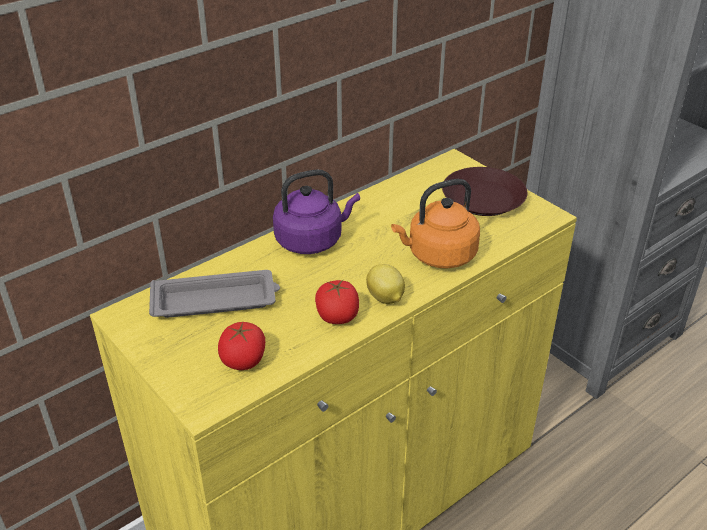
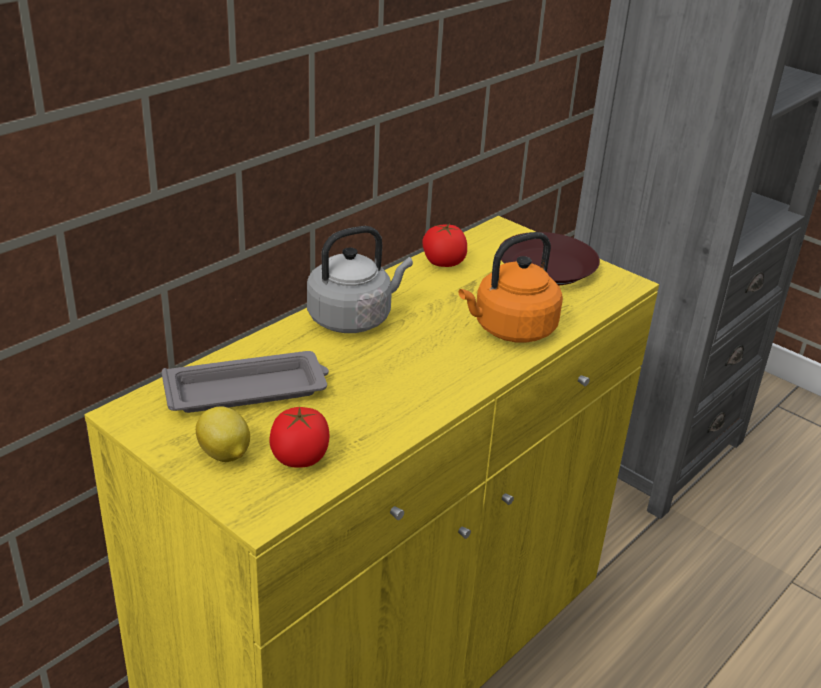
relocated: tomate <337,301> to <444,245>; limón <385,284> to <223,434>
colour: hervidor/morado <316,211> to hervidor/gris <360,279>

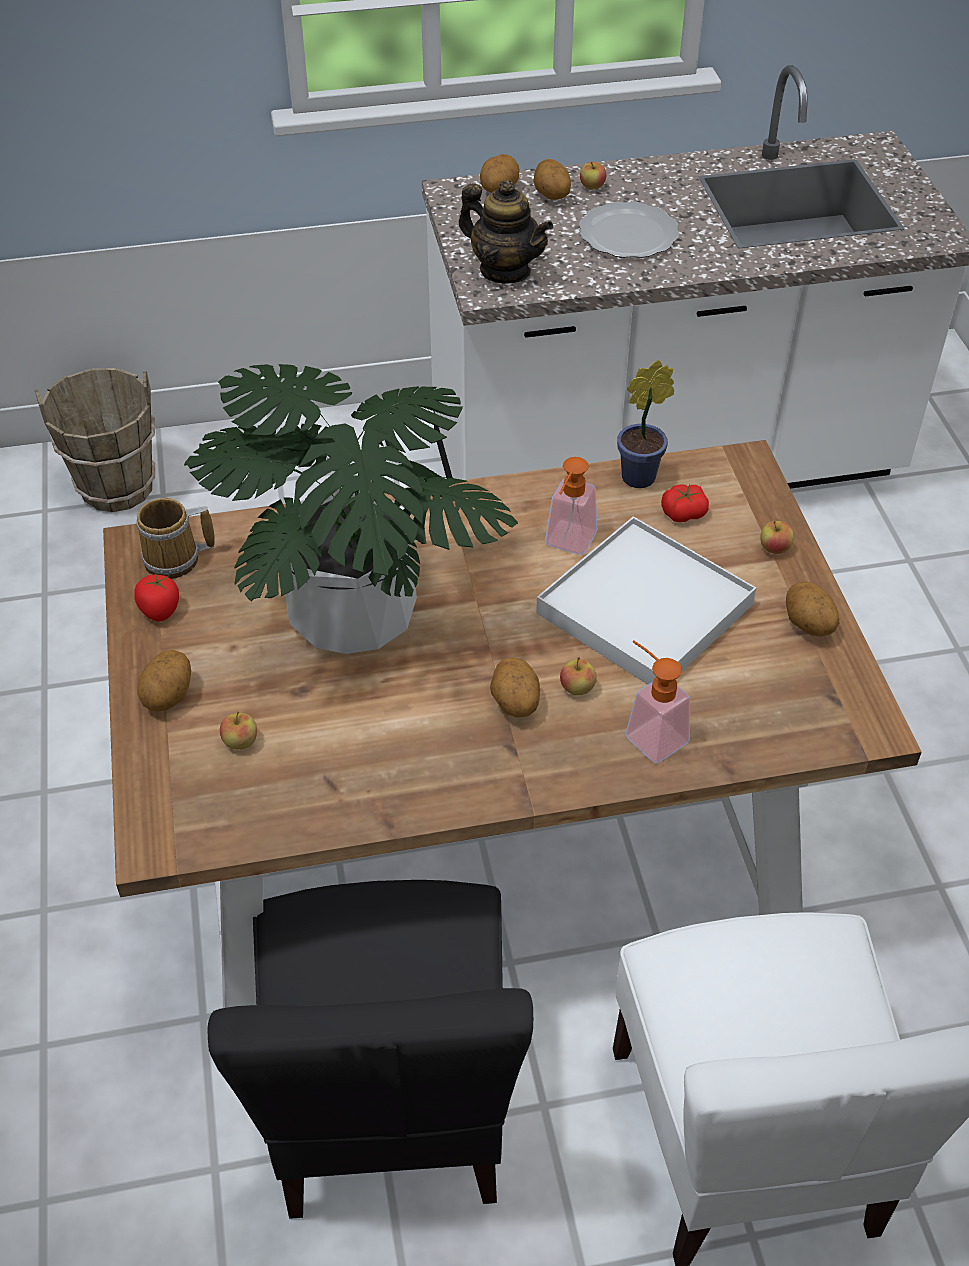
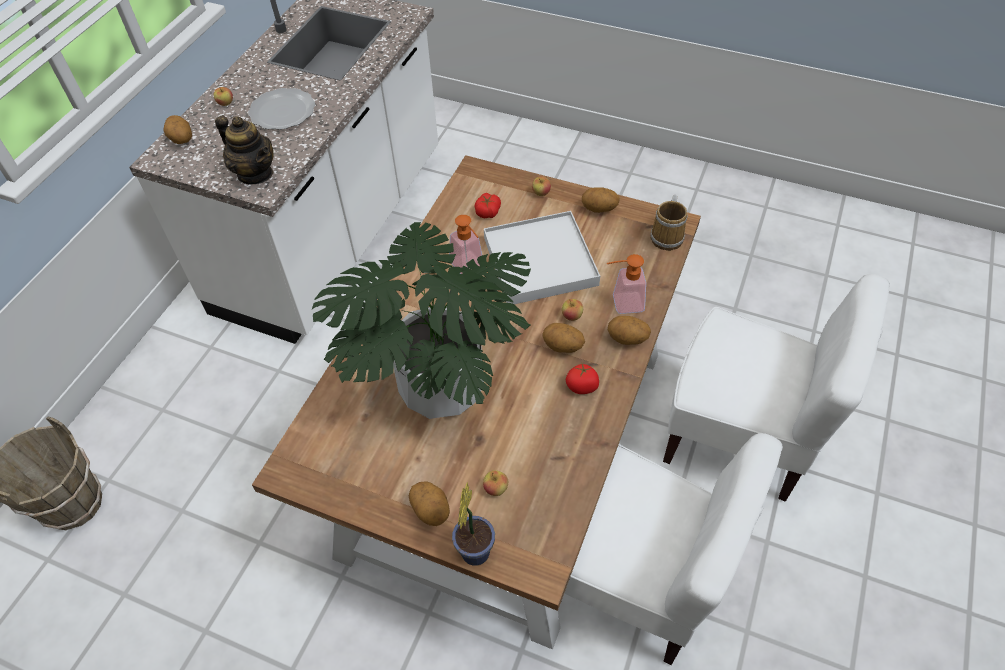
relocated: tomate <156,598> to <582,378>; taza grande <176,538> to <669,223>; patata <552,179> to <629,330>; planta en maceta <645,424> to <473,524>
colour: silla/negro <370,1049> to silla/blanco <673,549>
spun: tetera <506,232> = <244,150> 60 degrees clockwise

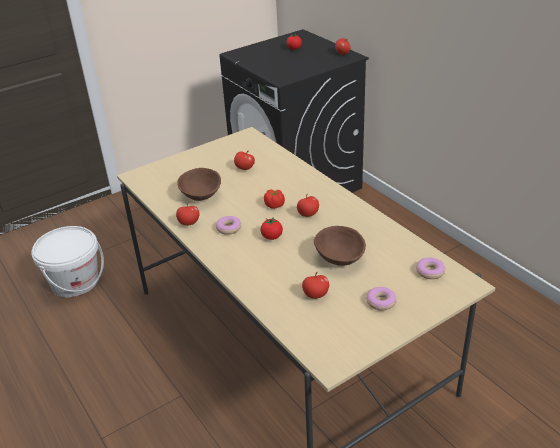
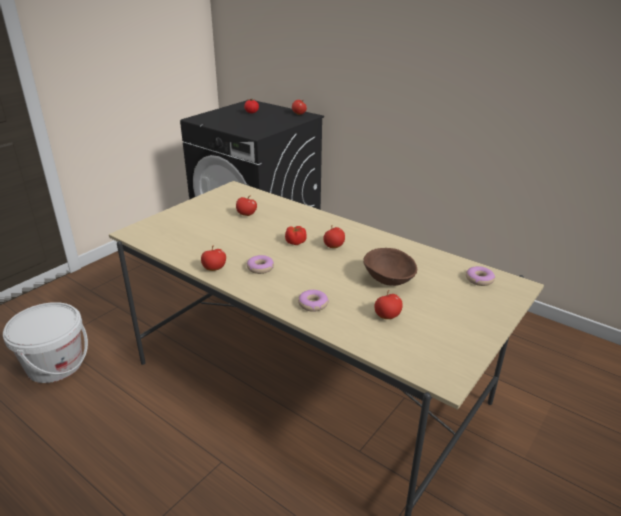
missing: cuenco/marrón <199,184>; tomate <271,228>
relocated: rosquilla <381,299> to <313,301>

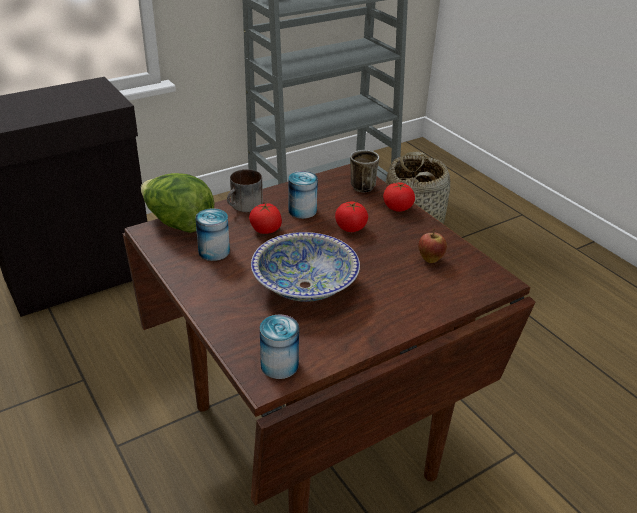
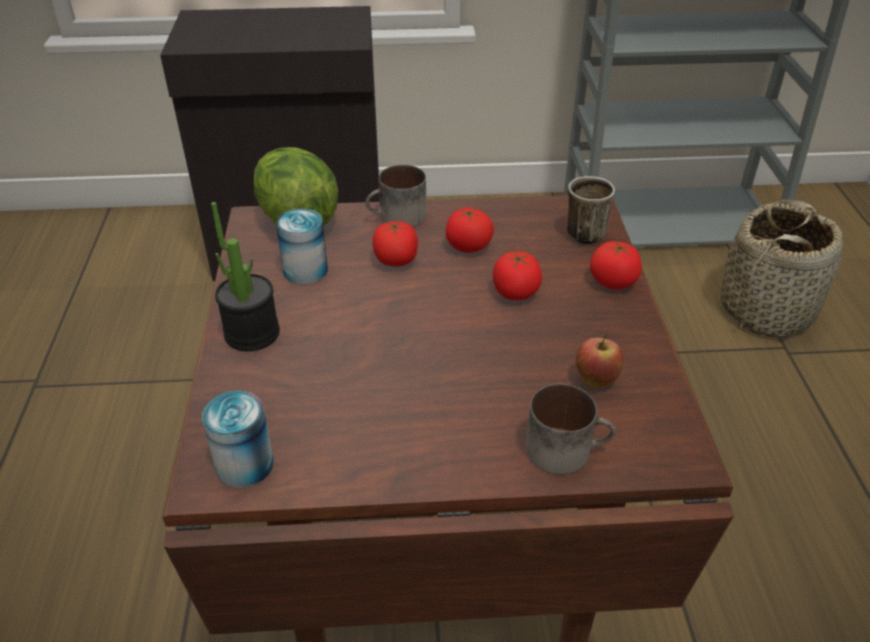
missing: cuenco <305,267>
appeared: planta en maceta <245,276>; taza grande <571,429>
exchanged: lata <303,195> to tomate <470,230>

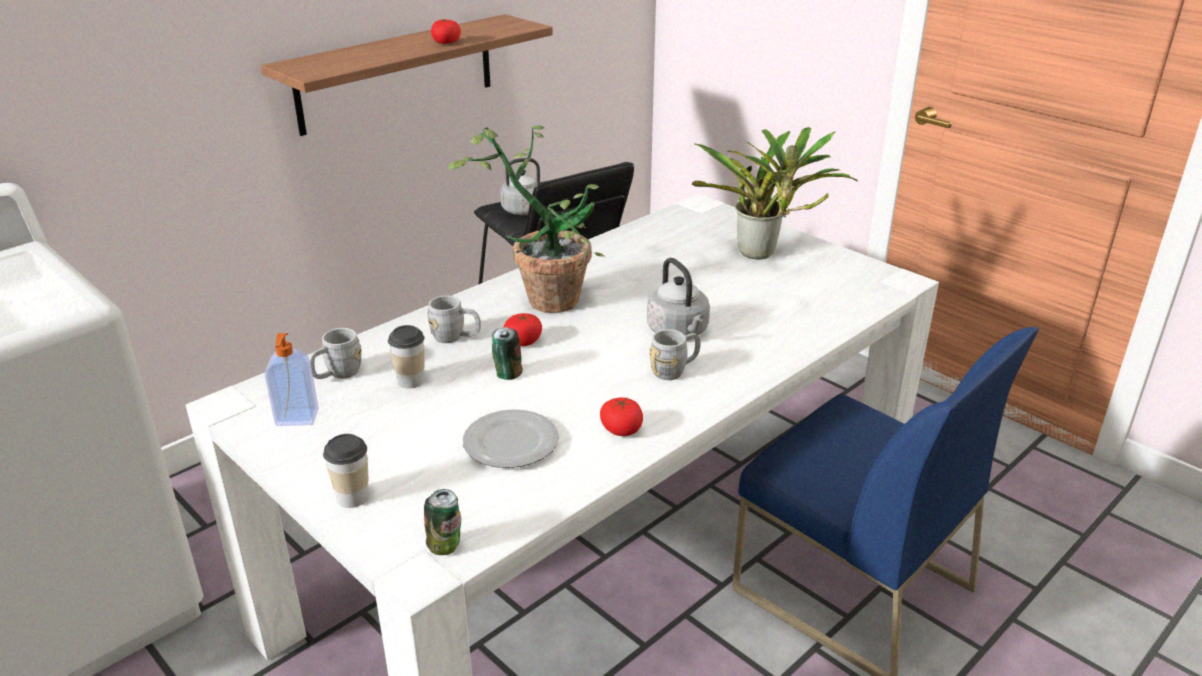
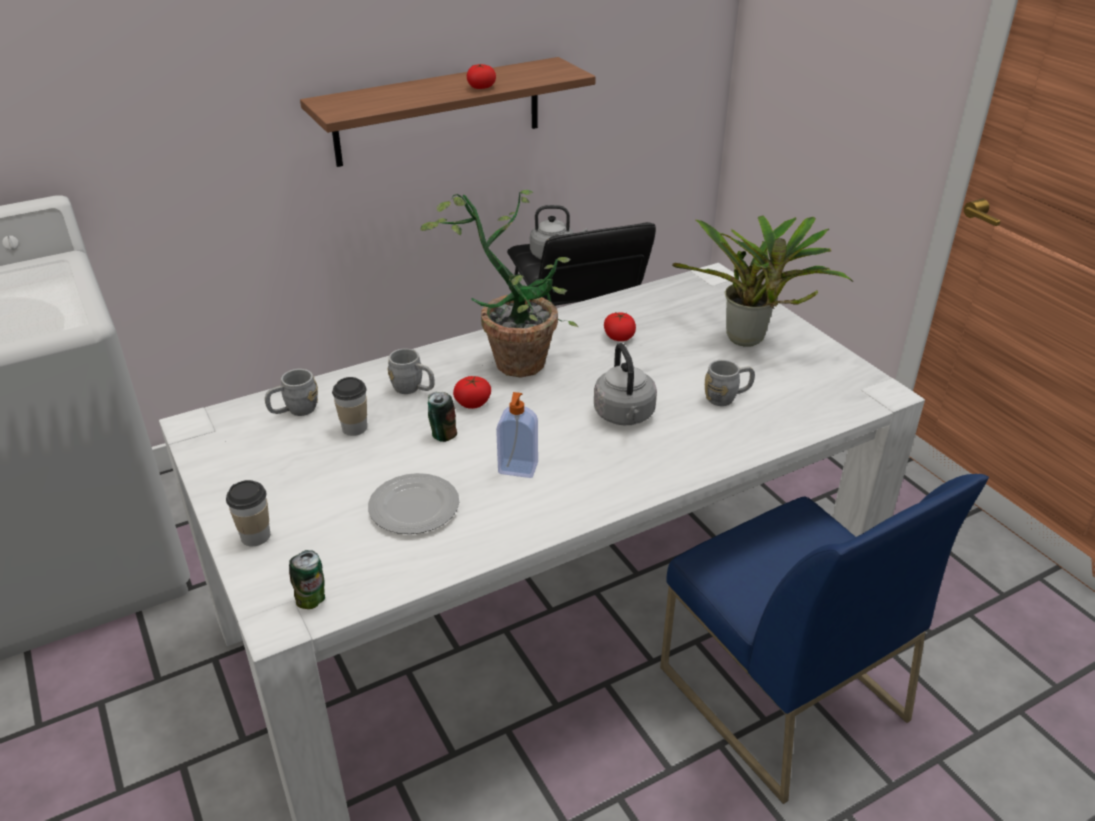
relocated: dispensador de jabón <292,379> to <517,435>; tomate <621,416> to <620,326>; taza grande/gris <675,354> to <730,383>

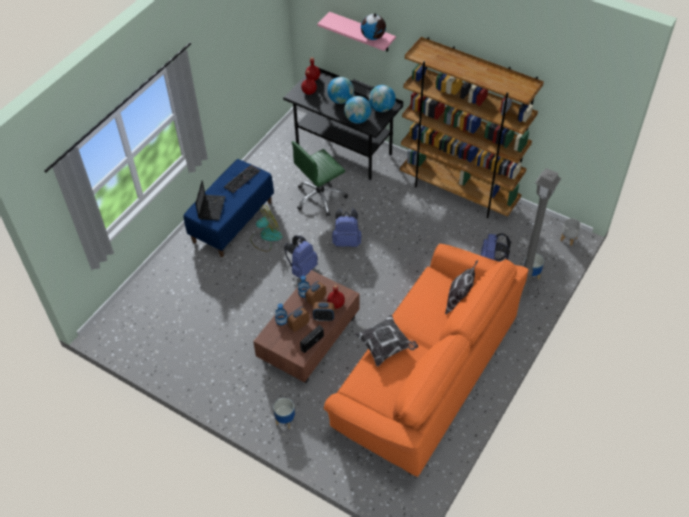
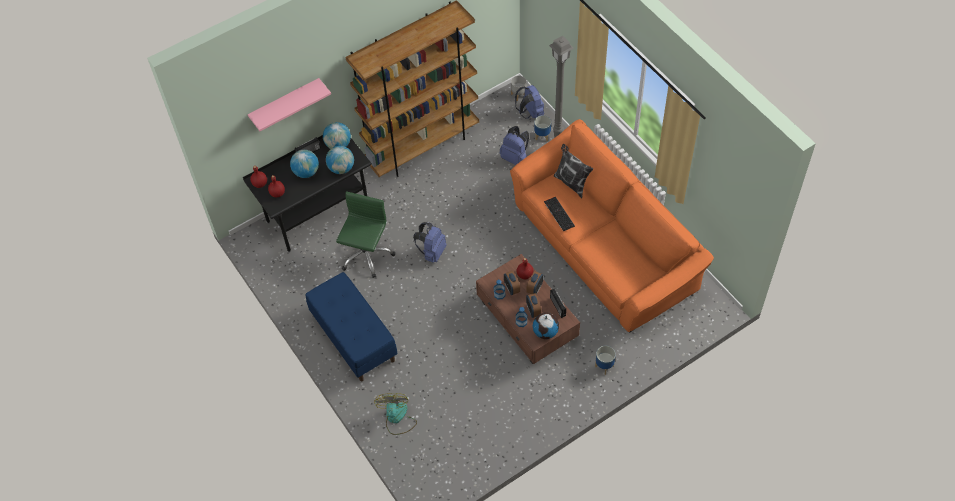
missing: portátil <210,200>; cojín <386,341>
relocated: teclado <242,179> to <559,214>; ventilador <266,228> to <395,414>; mochila/azul <301,256> to <529,102>; globo terráqueo <373,26> to <546,326>
spun: silla de oficina/verde <320,179> = <365,234> 150 degrees counterclockwise

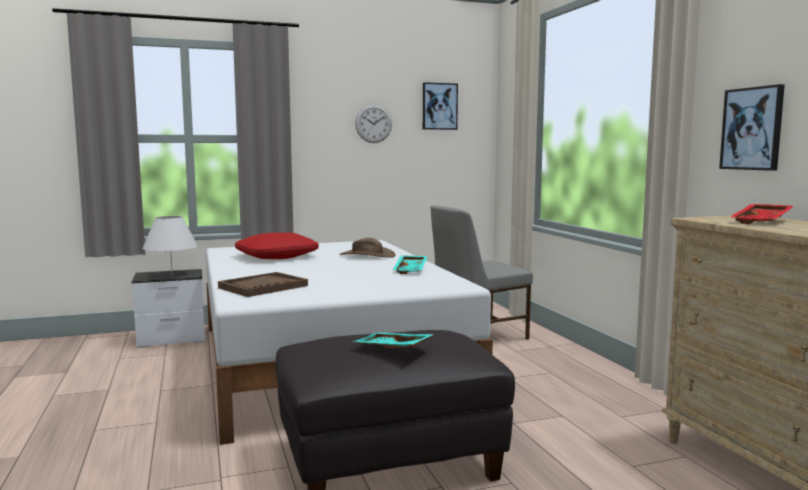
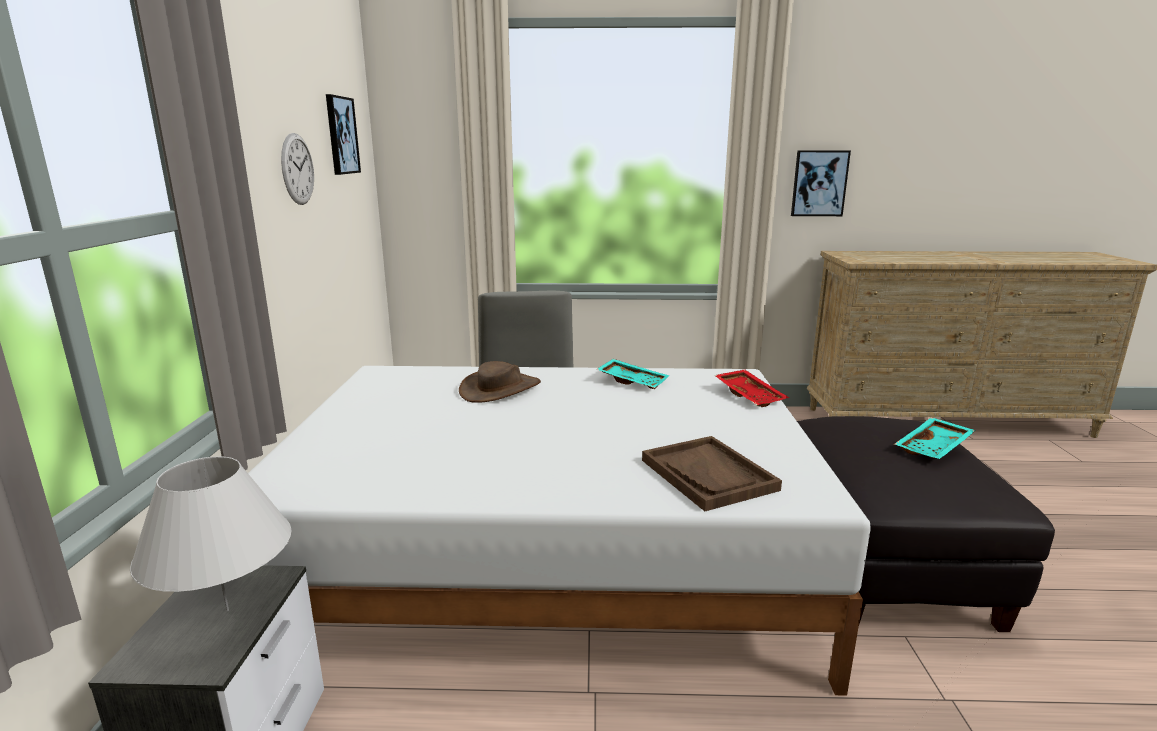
missing: cojín/rojo <277,246>
relocated: bandeja/rojo <761,214> to <751,388>

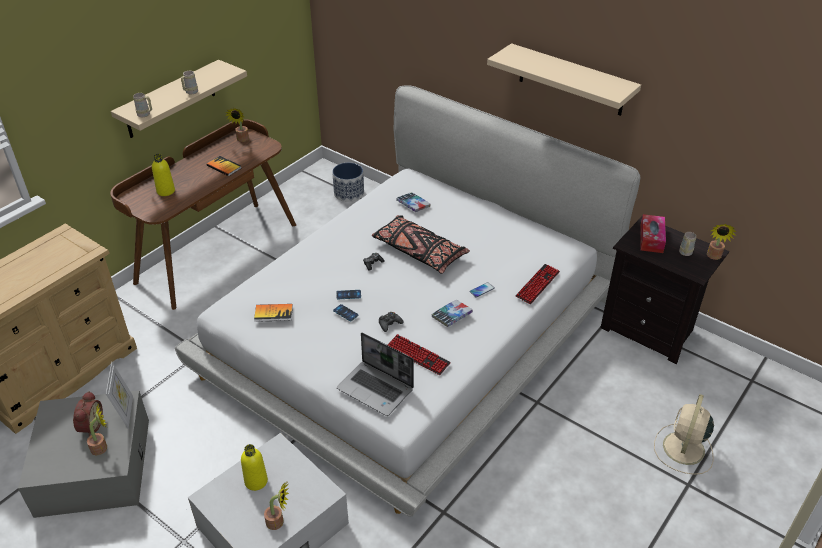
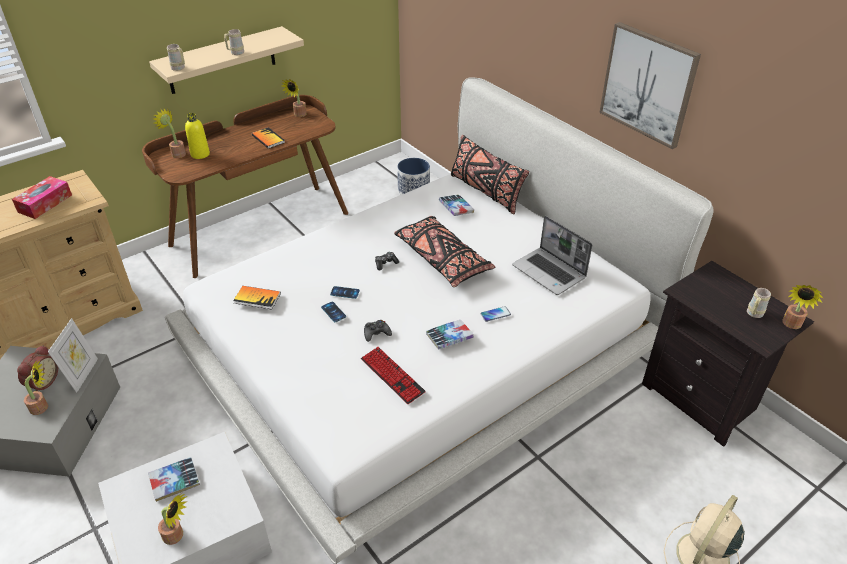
missing: teclado <537,284>
appeared: planta en maceta <169,133>; cojín/negro <490,174>
relocated: portátil <375,374> to <552,255>; caja de pañuelos <653,233> to <42,197>
exchanged: botella/amarillo <254,467> to libro <174,479>; estante/beis <564,79> to cuadro <650,85>

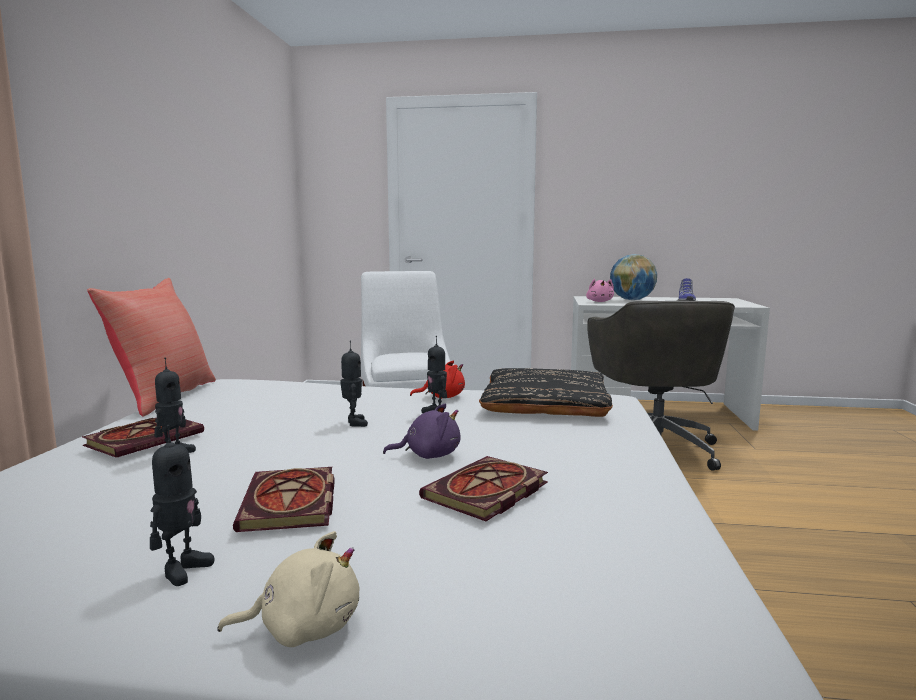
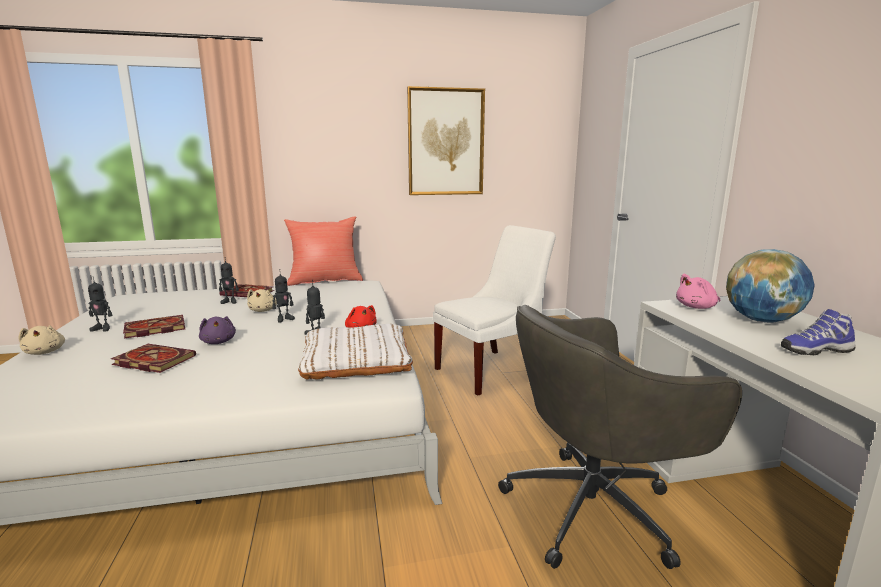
appeared: peluche/beis <262,300>; cuadro <446,140>
colour: cojín/negro <546,392> to cojín/blanco <355,352>

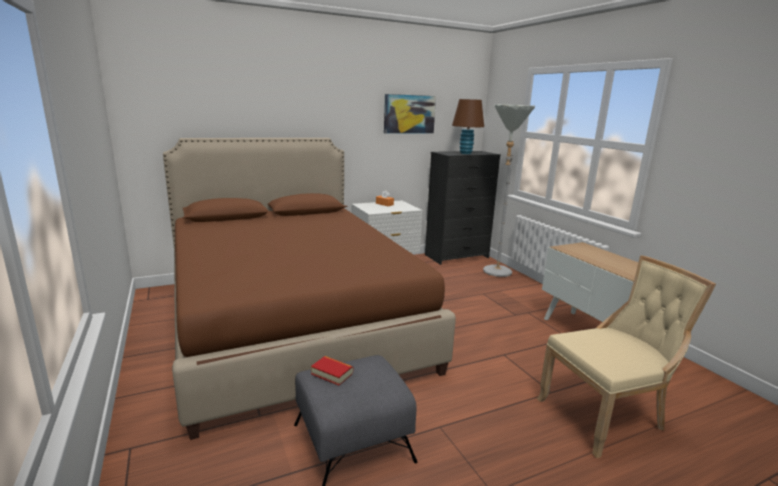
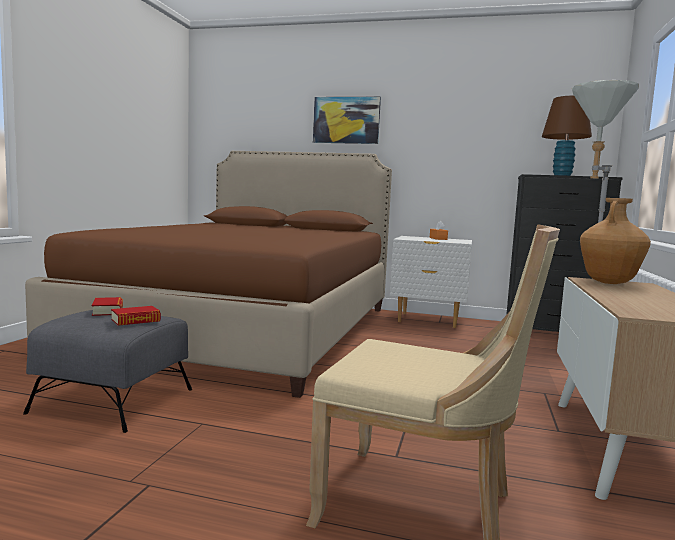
appeared: libro <136,316>; florero/marrón <615,241>
relocated: cuadro <410,114> to <347,120>

